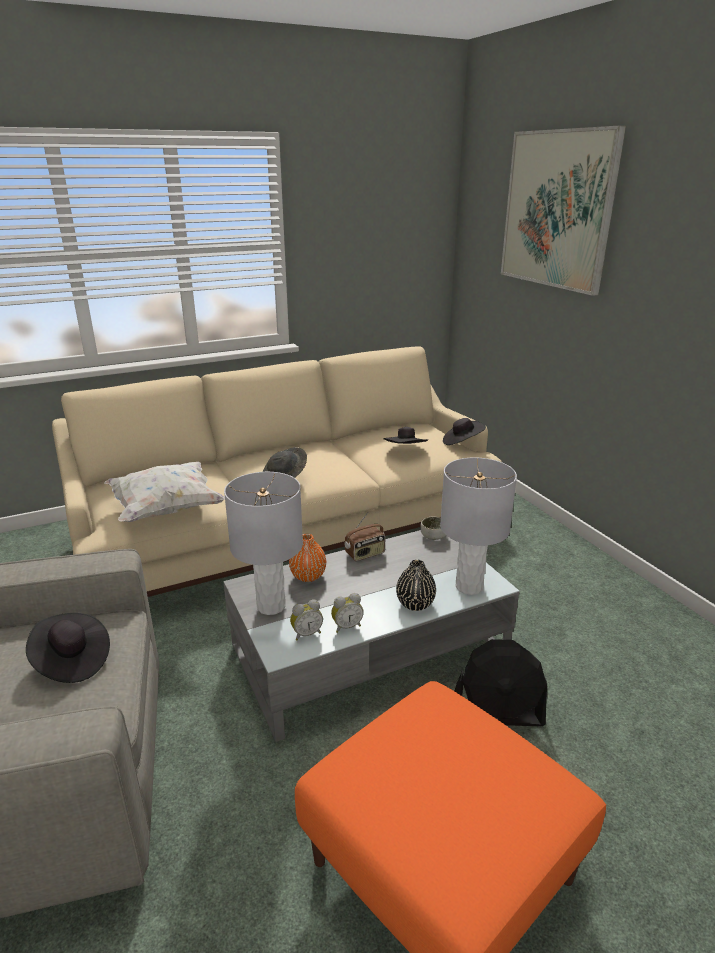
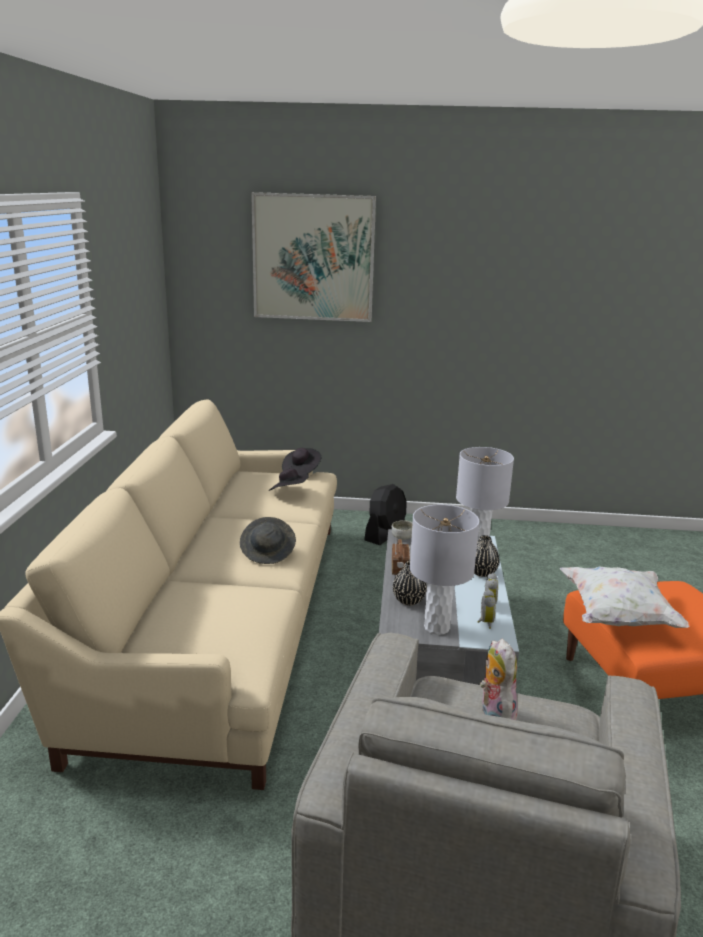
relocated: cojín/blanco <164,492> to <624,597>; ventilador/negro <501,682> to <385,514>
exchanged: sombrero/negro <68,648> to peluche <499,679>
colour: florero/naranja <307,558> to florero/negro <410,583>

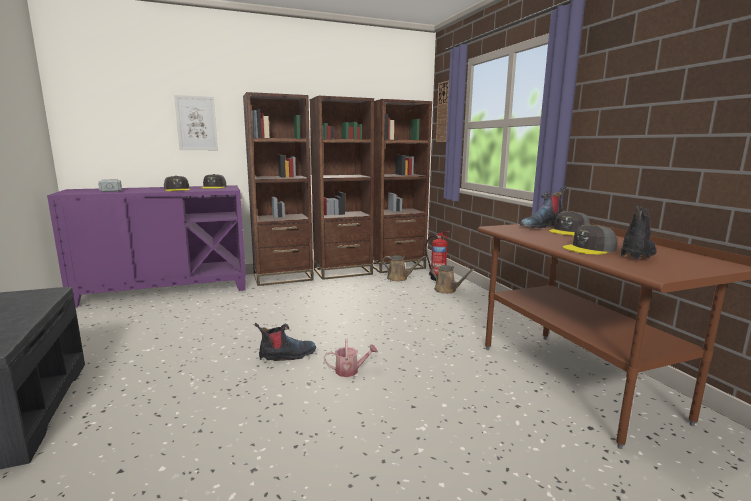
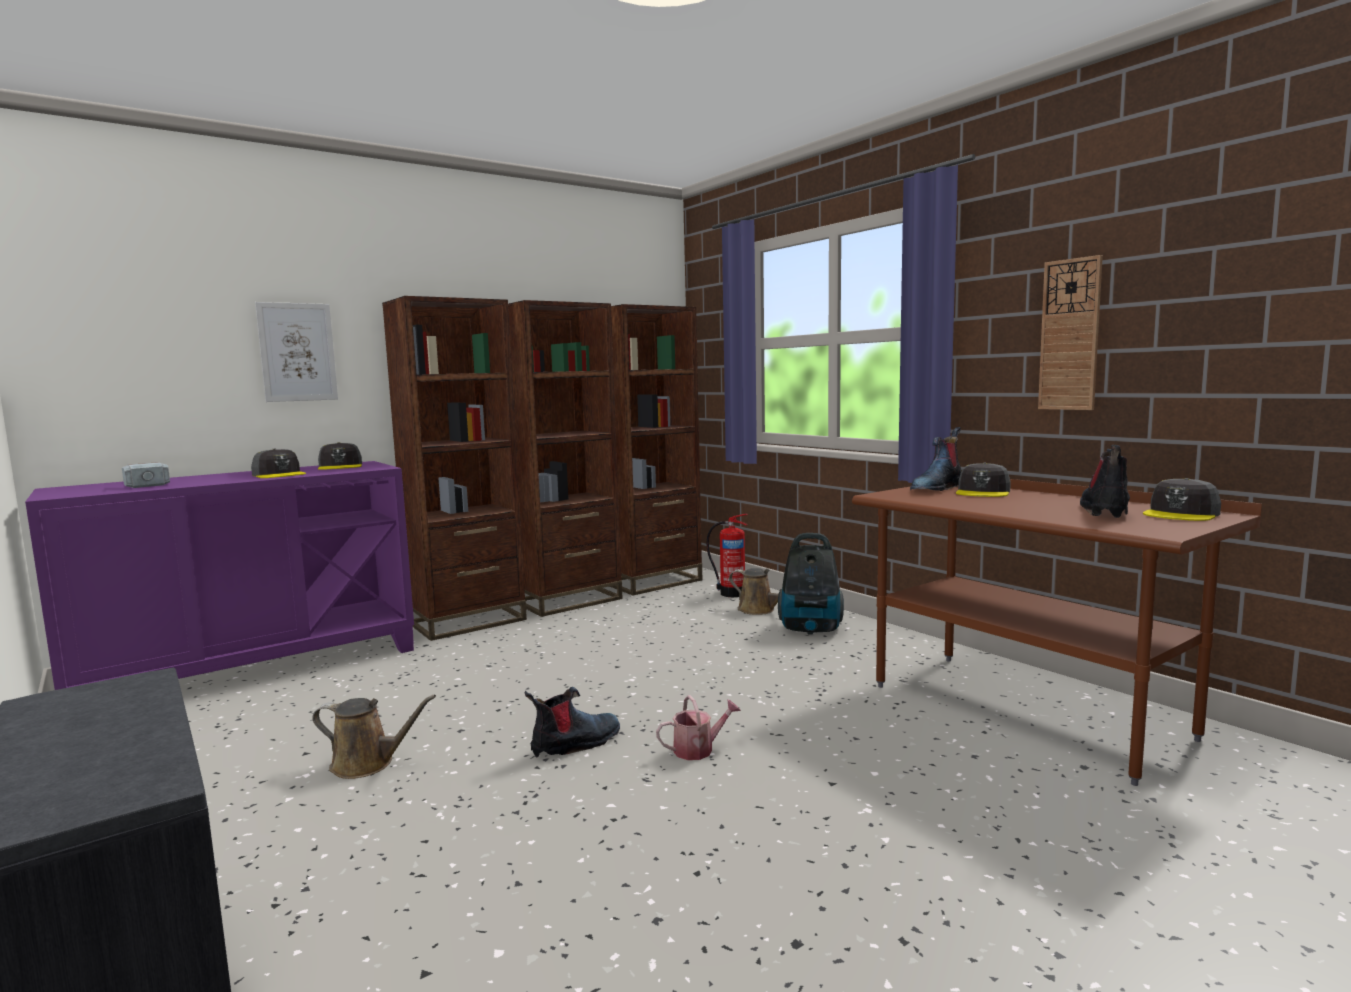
appeared: aspiradora <811,584>
relocated: regadera/marrón <404,268> to <374,737>; reloj de pared <442,111> to <1070,332>; gorra/gris <590,240> to <1182,499>

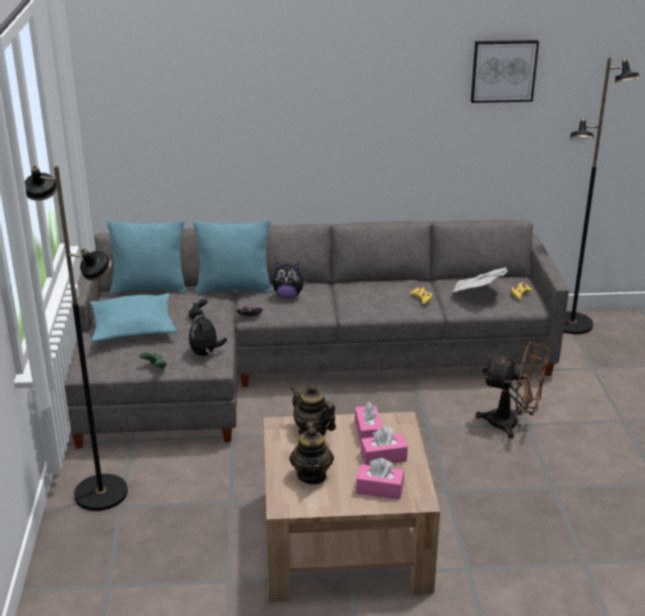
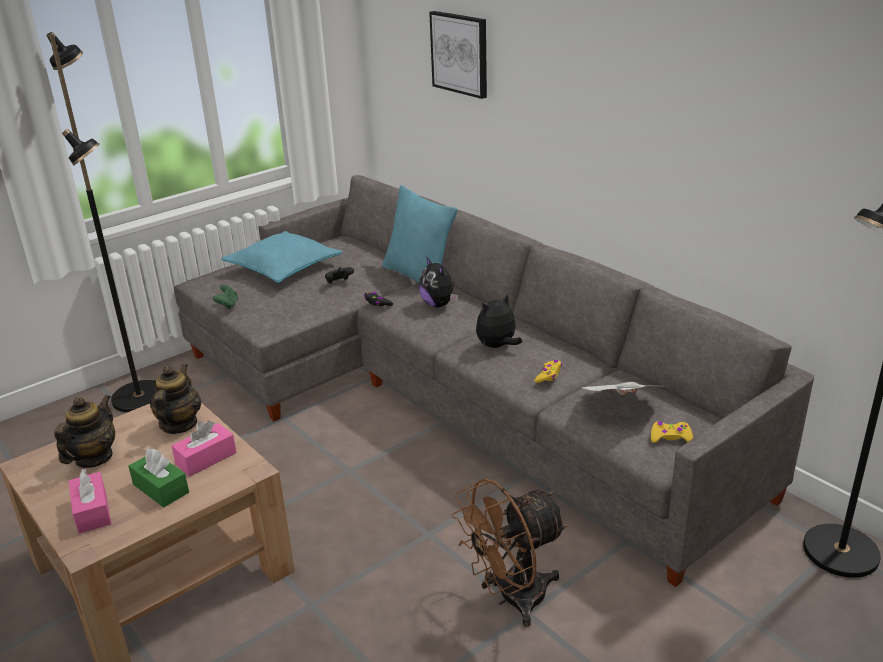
missing: cojín/turquesa <147,257>
relocated: peluche <208,333> to <499,320>; cuadro <505,71> to <458,55>
colour: caja de pañuelos/rosa <384,446> to caja de pañuelos/verde <158,478>
spun: tetera <311,453> = <84,431> 150 degrees clockwise; ventilador/marrón <512,390> = <509,552> 75 degrees clockwise

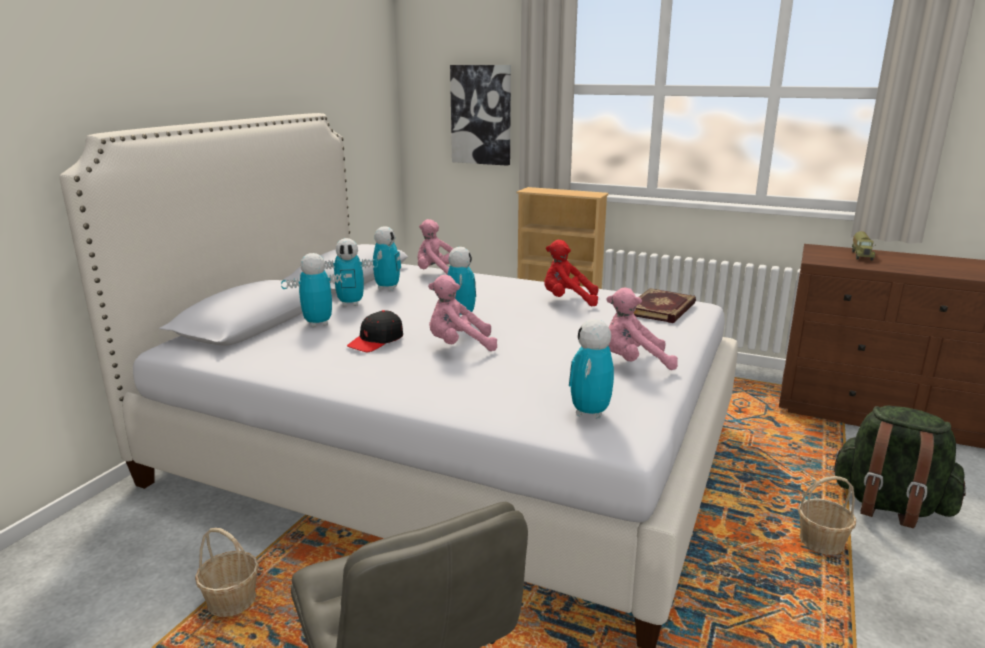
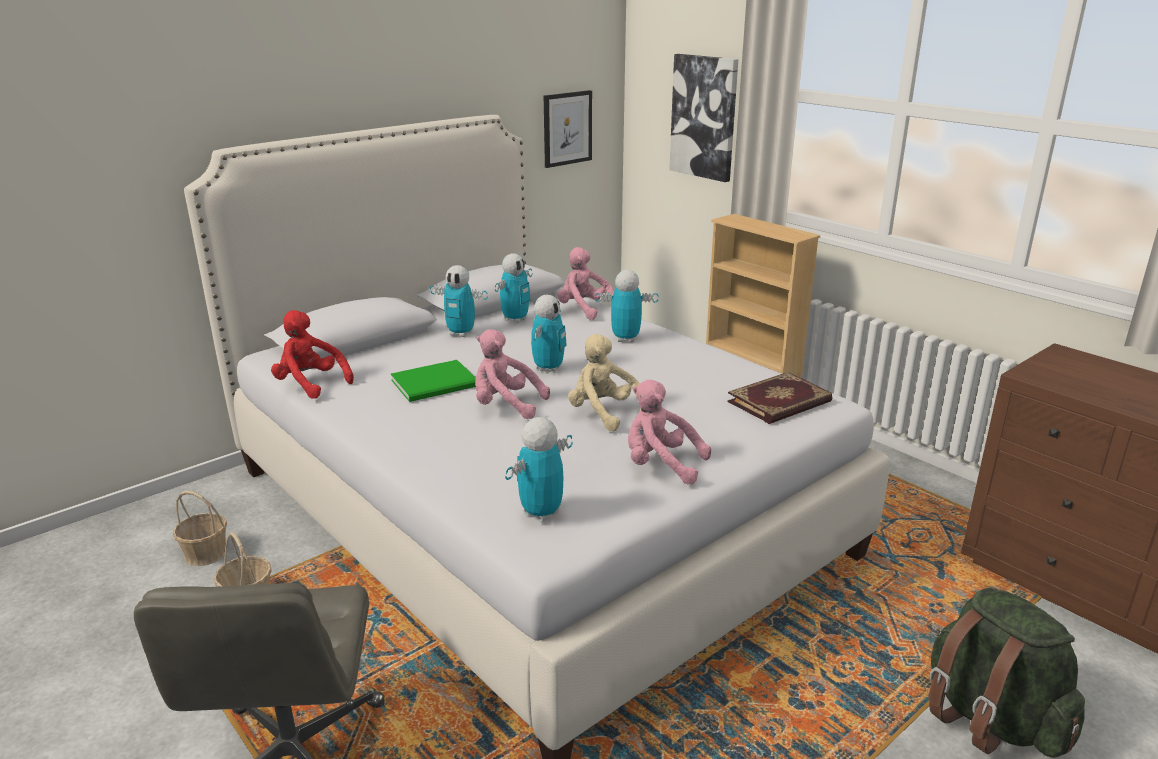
missing: camión de juguete <864,246>
appeared: cuadro <568,129>; peluche/beis <604,382>
relocated: robot de juguete <313,290> to <626,306>; peluche/rojo <571,273> to <312,354>; cesta <827,515> to <200,528>
exchanged: gorra/negro <375,331> to libro/verde <433,381>

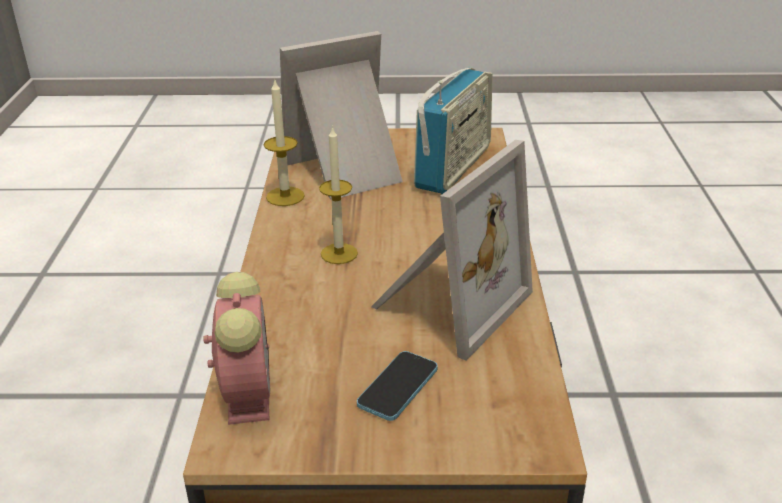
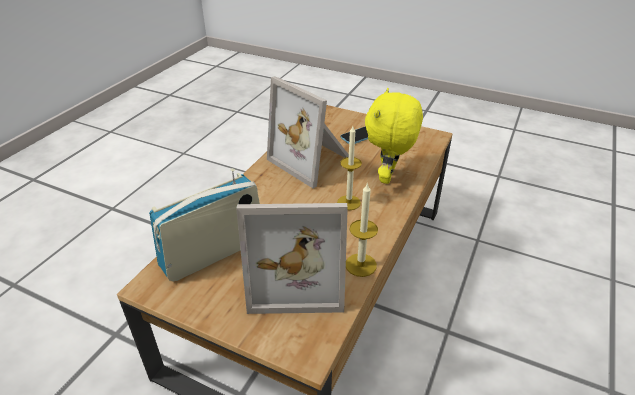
missing: despertador <236,348>
appeared: peluche/amarillo <394,136>
spun: portarretratos <452,250> = <308,132> 105 degrees counterclockwise

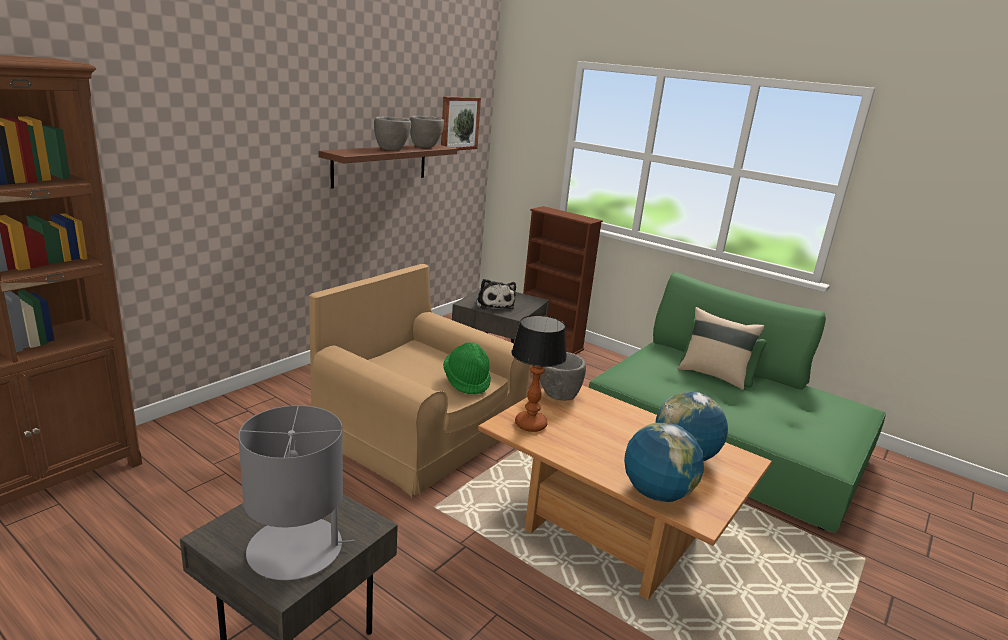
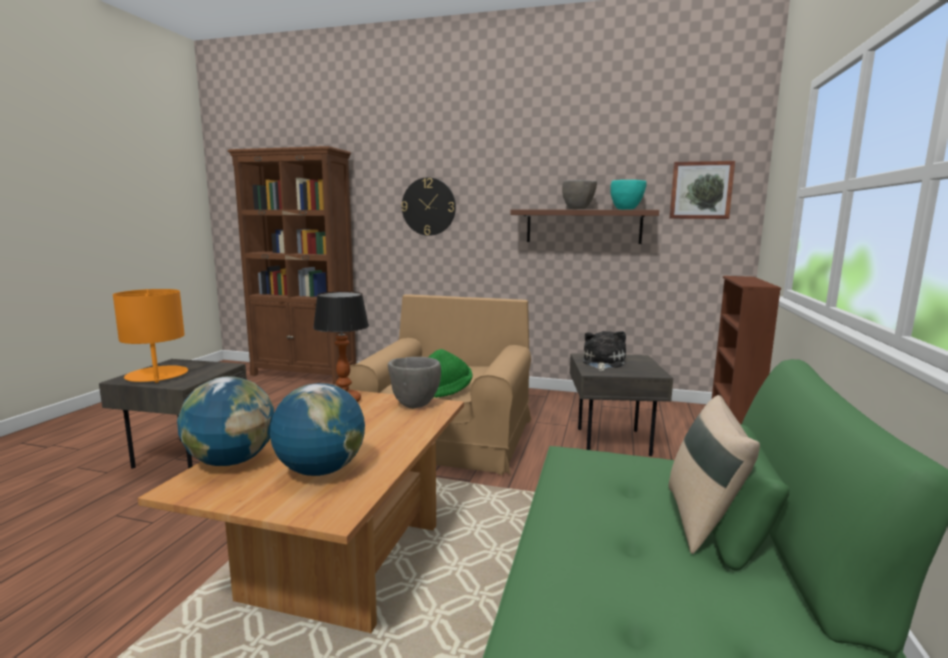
appeared: reloj de pared <428,206>
colour: lámpara de mesa/gris <296,492> to lámpara de mesa/naranja <150,336>; cuenco/gris <427,132> to cuenco/turquesa <628,195>
spun: peluche <496,294> = <604,351> 150 degrees clockwise

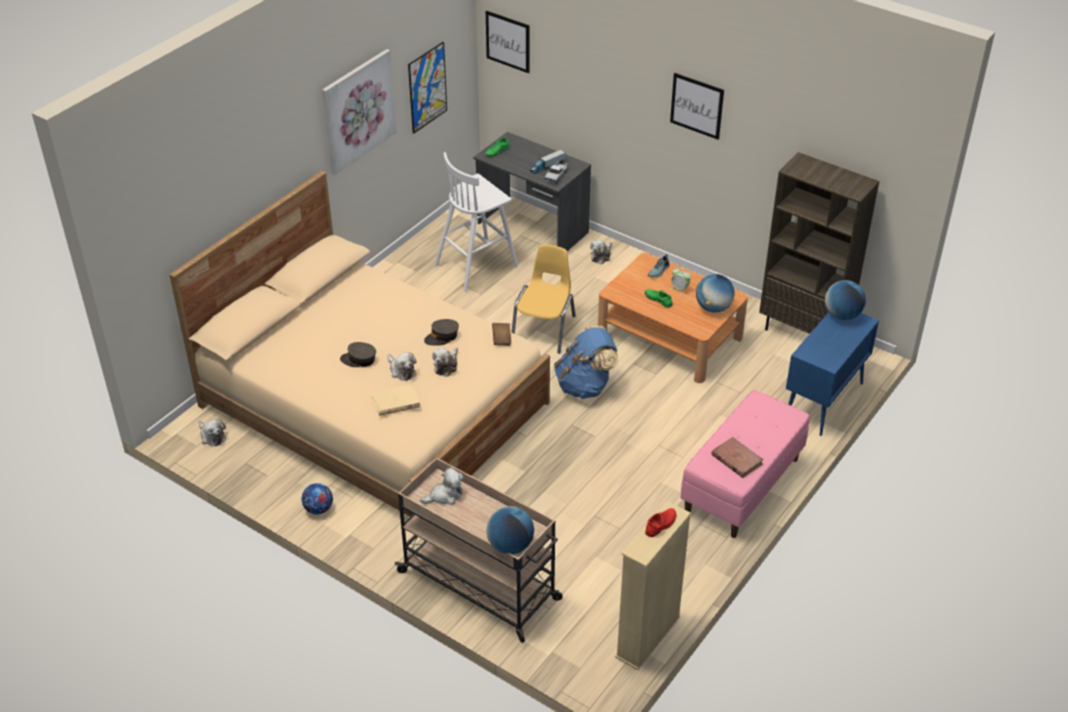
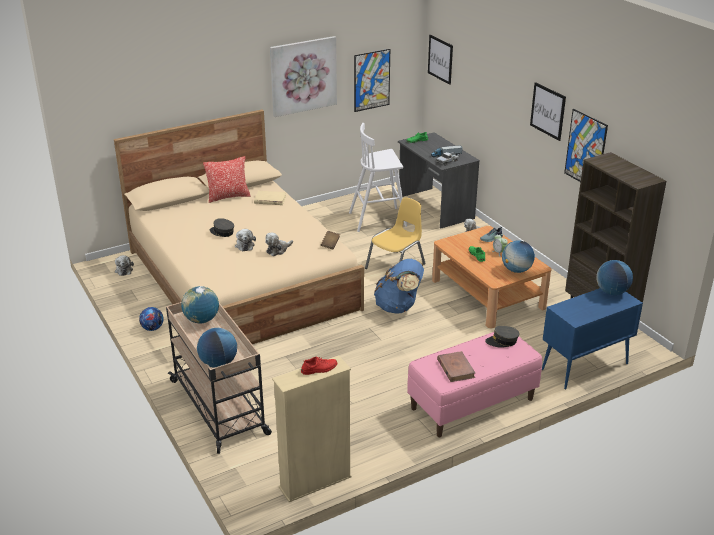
appeared: cojín <227,179>; cuadro <586,145>
relocated: libro/beis <396,400> to <270,198>; gorra/gris <441,332> to <502,337>
exchanged: peluche <442,486> to globo terráqueo <200,305>

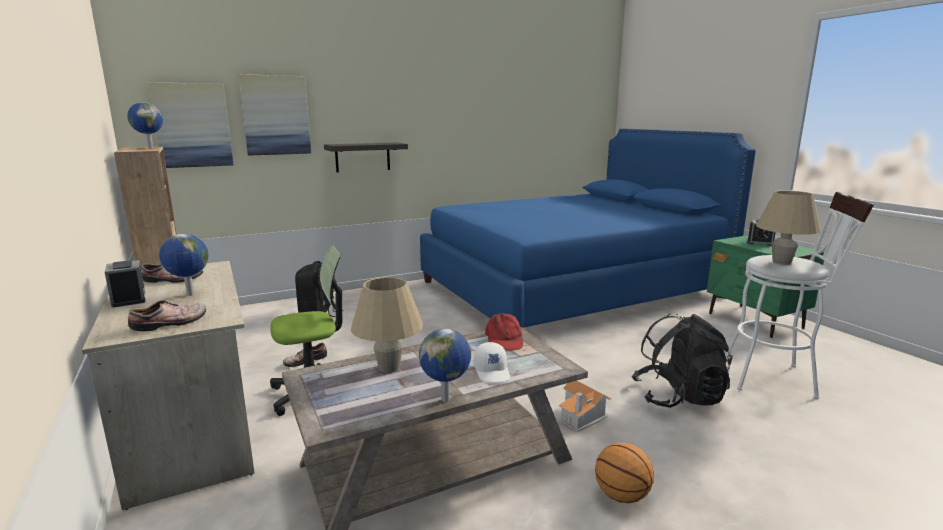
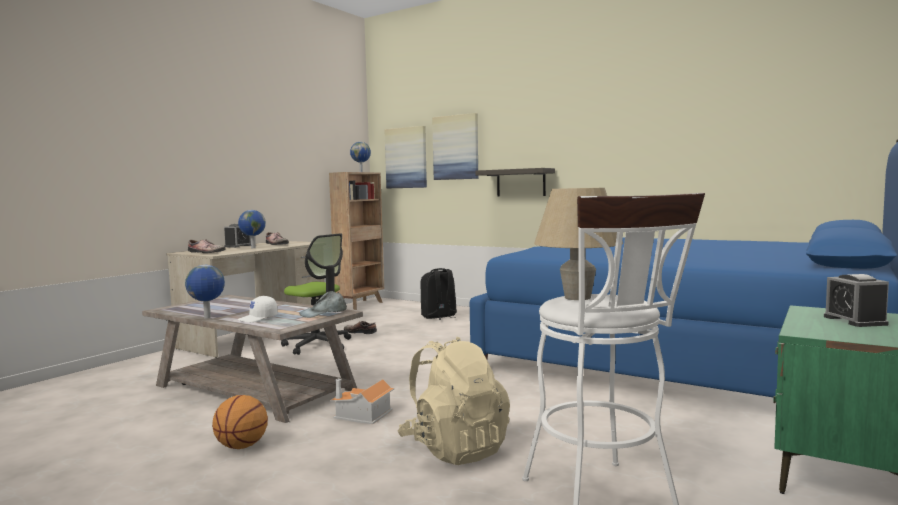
missing: lámpara de mesa/beis <387,325>
colour: gorra/rojo <504,332> to gorra/gris <323,304>; mochila/negro <682,361> to mochila/beis <454,401>

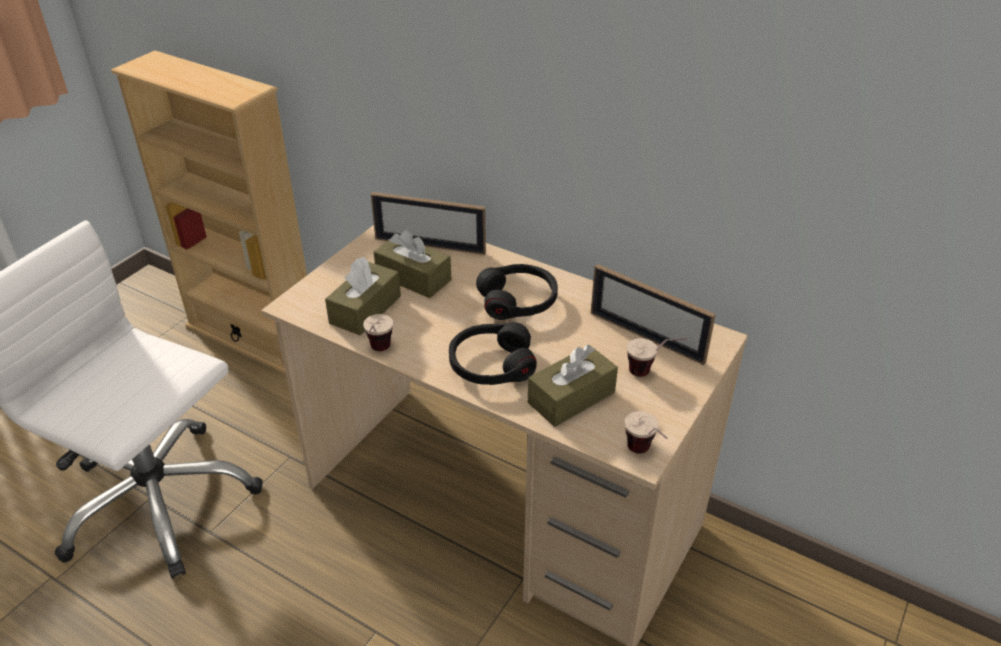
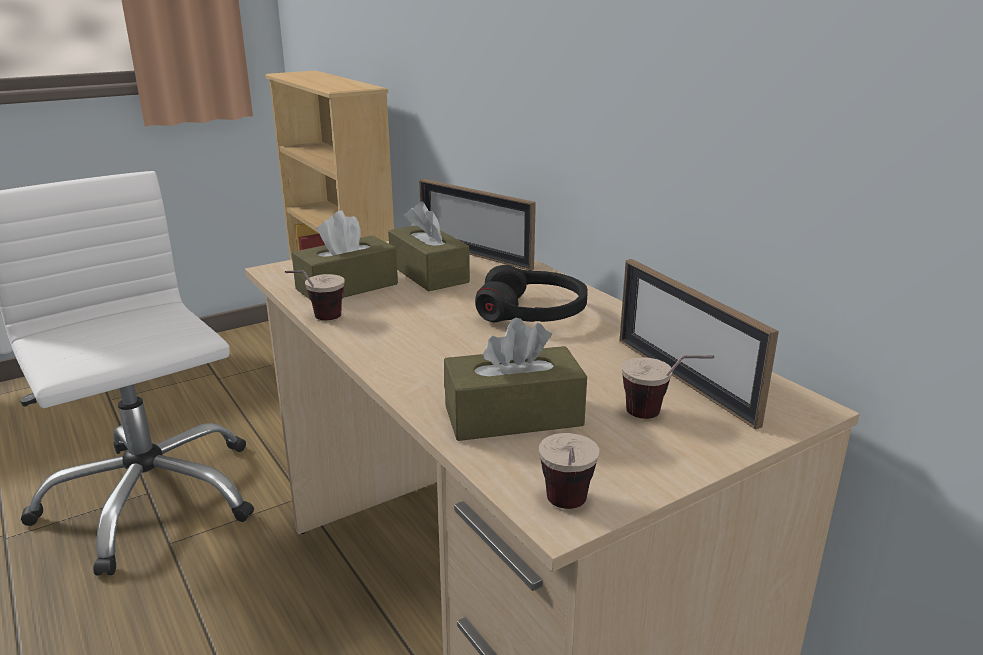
missing: auriculares/negro <493,353>

